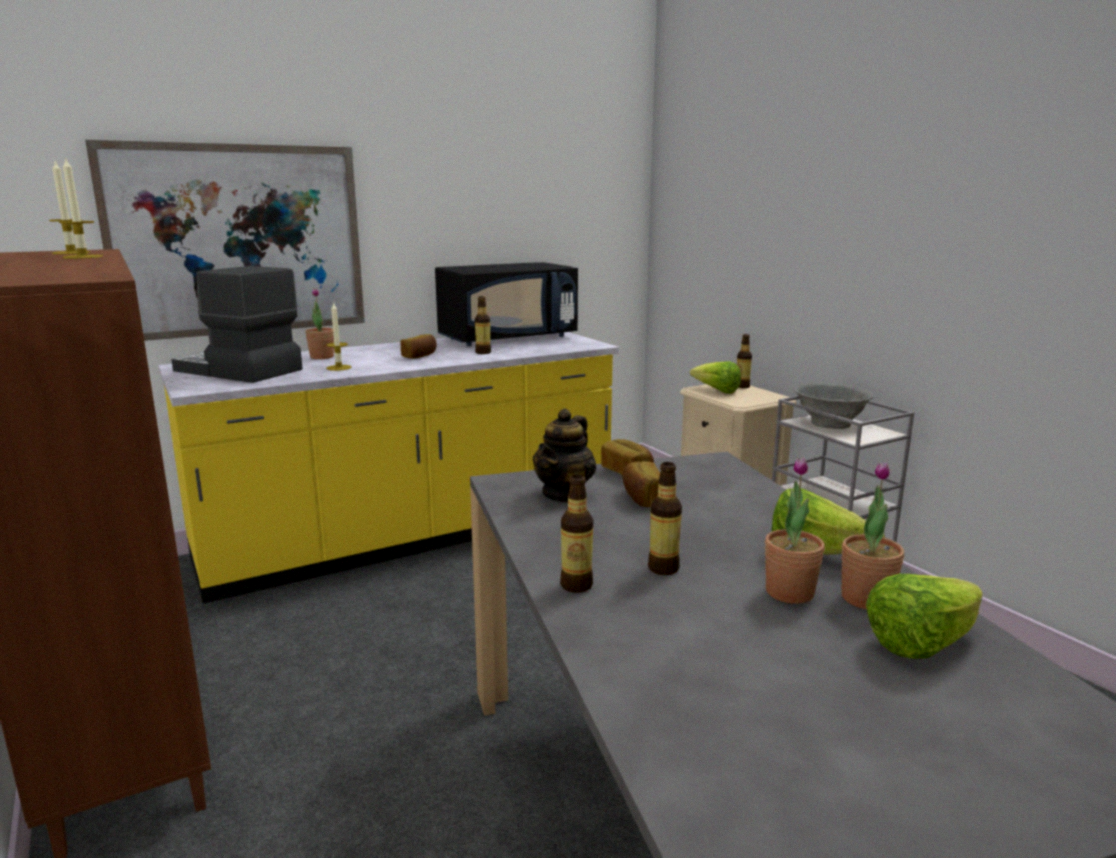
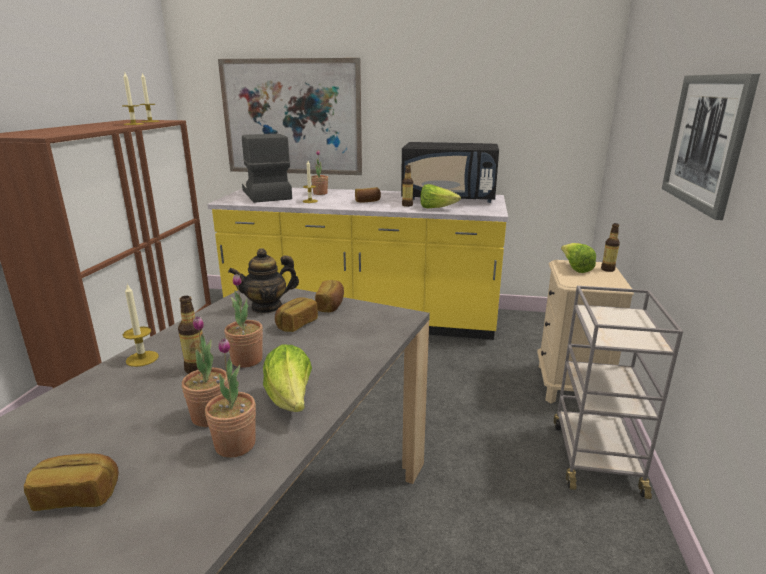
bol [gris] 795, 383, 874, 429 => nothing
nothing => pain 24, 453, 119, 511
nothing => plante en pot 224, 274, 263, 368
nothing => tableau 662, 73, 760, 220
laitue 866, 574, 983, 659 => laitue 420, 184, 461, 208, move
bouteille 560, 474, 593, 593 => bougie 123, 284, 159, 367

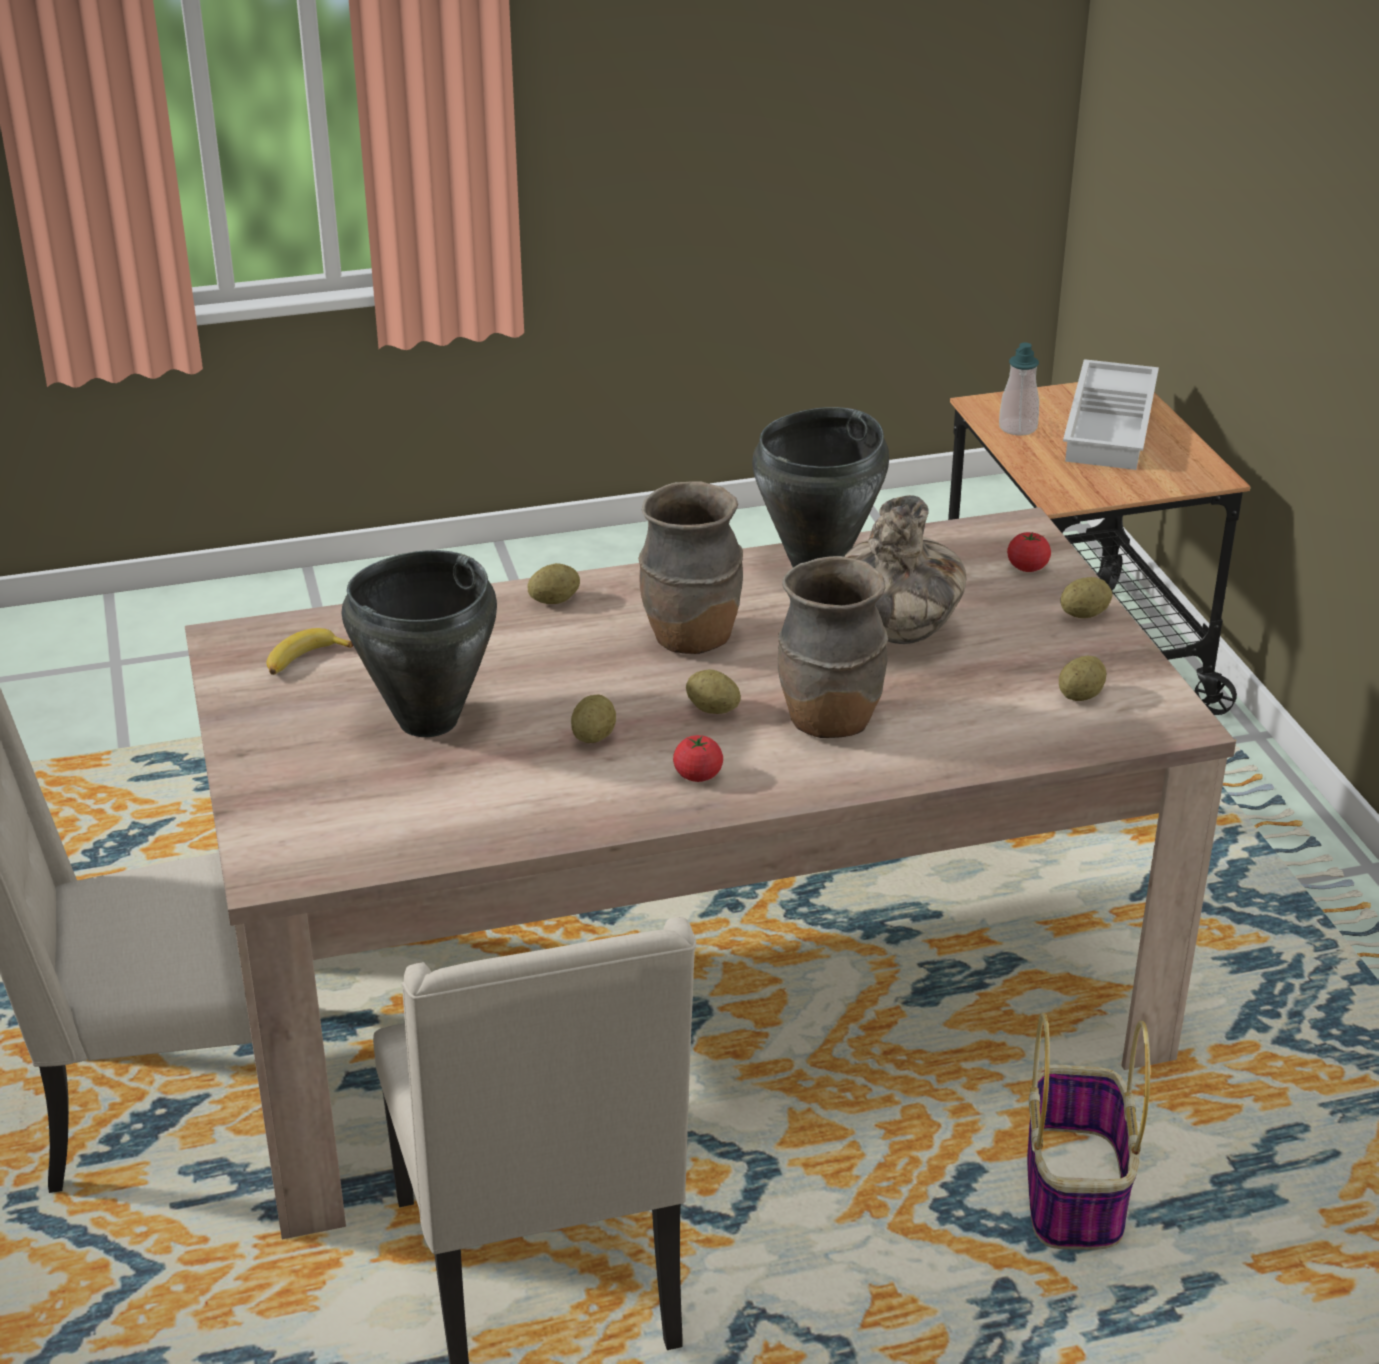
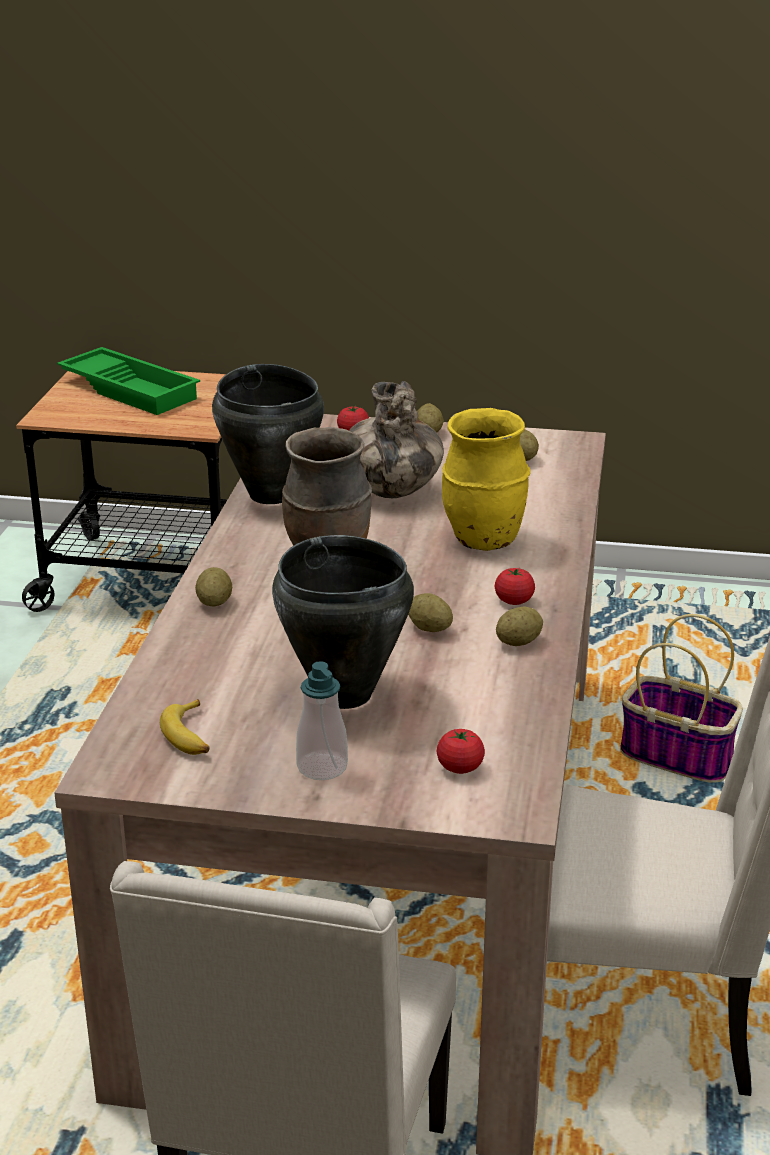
nothing => tomate 437, 729, 485, 774
pomme de terre 686, 669, 741, 714 => pomme de terre 496, 606, 543, 646, move
distributeur de savon 999, 342, 1039, 436 => distributeur de savon 296, 661, 348, 780, move
vase [marron] 778, 556, 888, 738 => vase [jaune] 442, 408, 531, 551
plateau [blanc] 1063, 359, 1159, 470 => plateau [vert] 57, 347, 200, 415

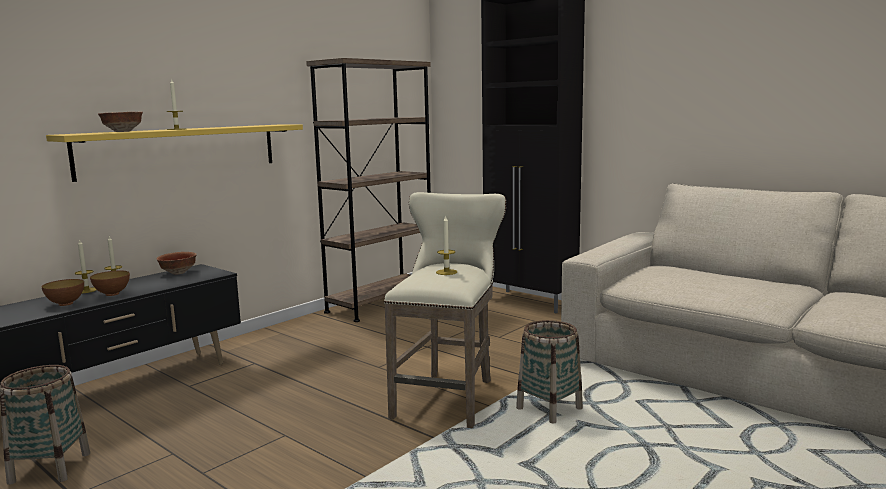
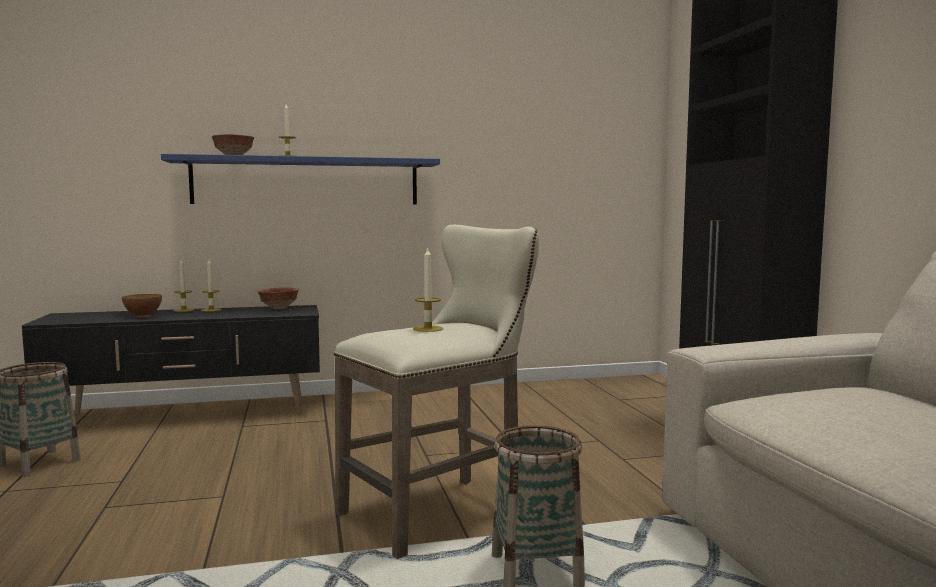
bol 90, 271, 130, 296 => nothing
bibliothèque [marron] 306, 58, 431, 322 => nothing
étagère [jaune] 46, 124, 303, 182 => étagère [bleu] 161, 154, 440, 205

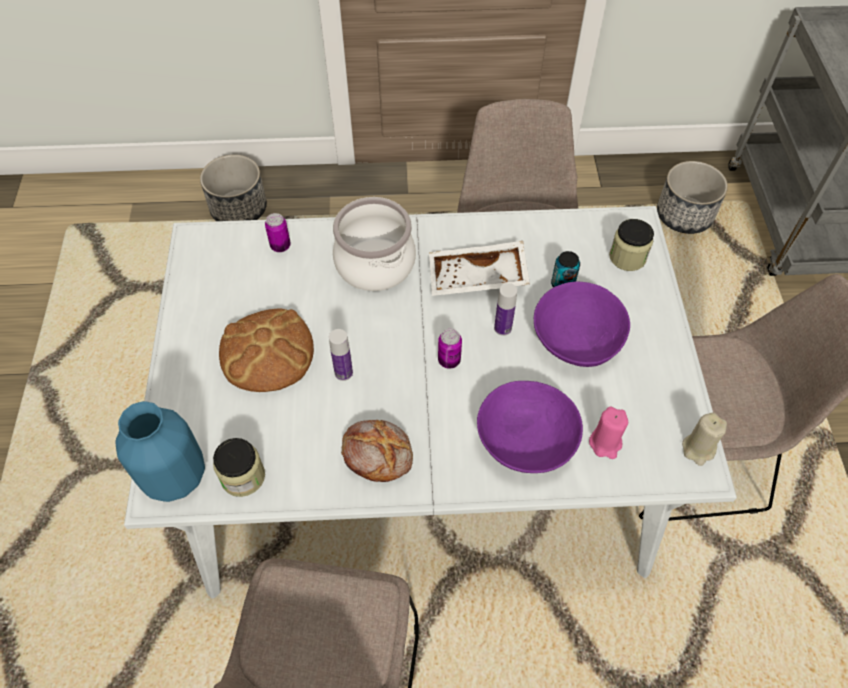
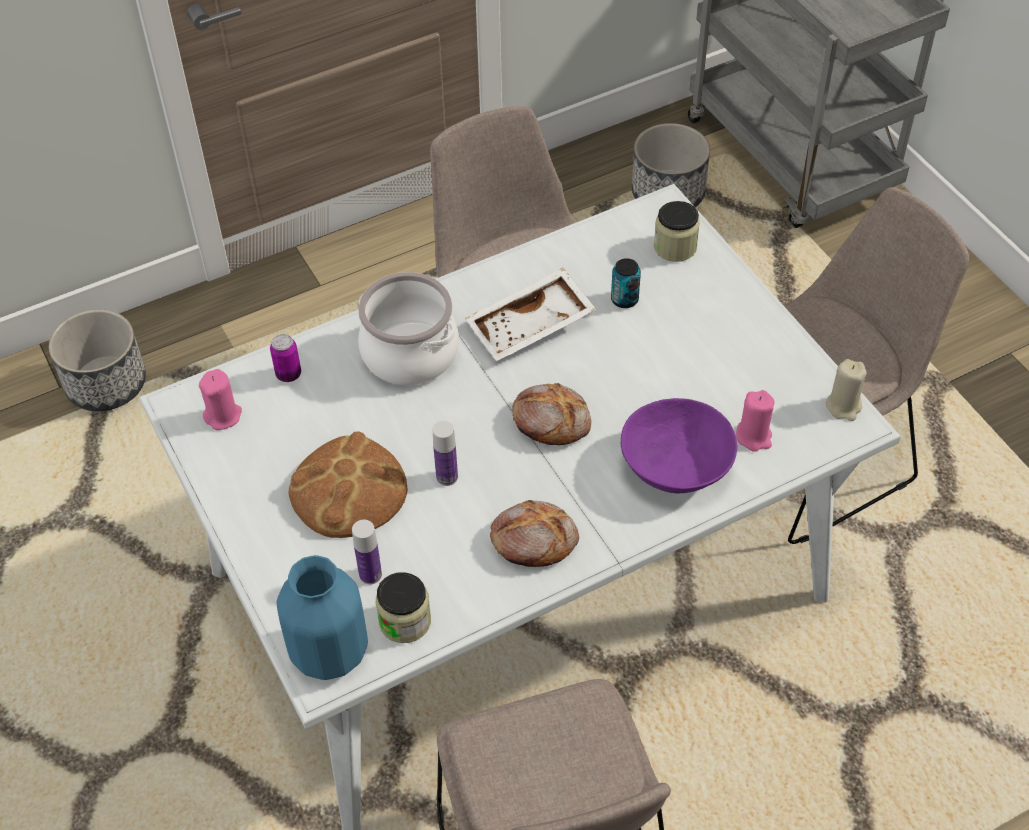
bol [violet] 534, 282, 630, 367 => nothing
nothing => bougie [rose] 199, 369, 242, 430
bouteille 494, 283, 517, 336 => bouteille 352, 520, 382, 585, move
boîte métallique 438, 329, 462, 369 => pain 512, 383, 591, 445

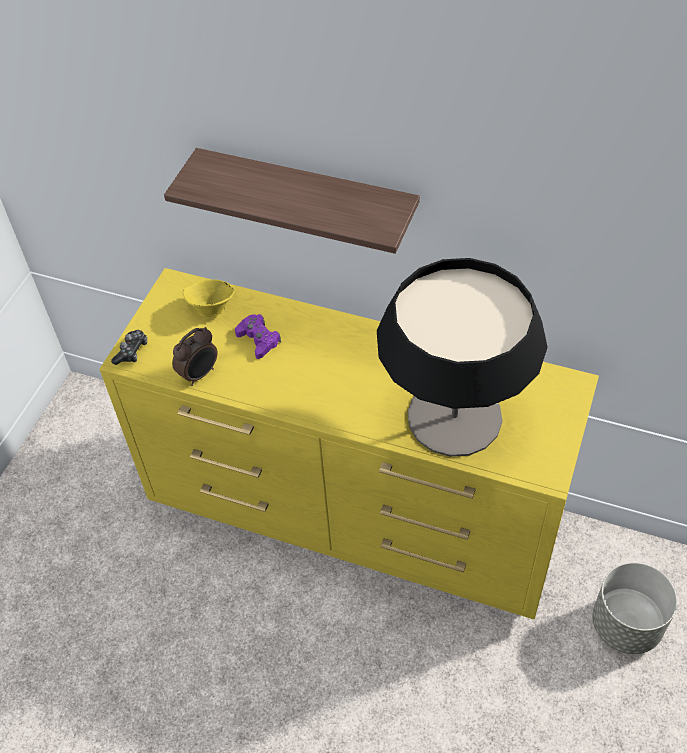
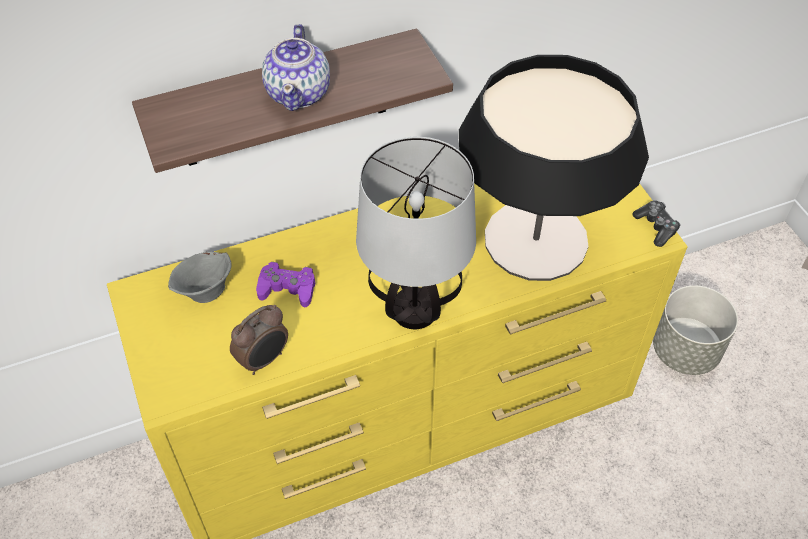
nothing => théière 262, 24, 330, 111
nothing => lampe de table 356, 137, 476, 329
manette 111, 330, 147, 365 => manette 632, 200, 681, 247, move
bol [jaune] 182, 280, 235, 317 => bol [gris] 168, 252, 231, 303
réveil 172, 327, 217, 386 => réveil 230, 305, 288, 375, 45 degrees clockwise

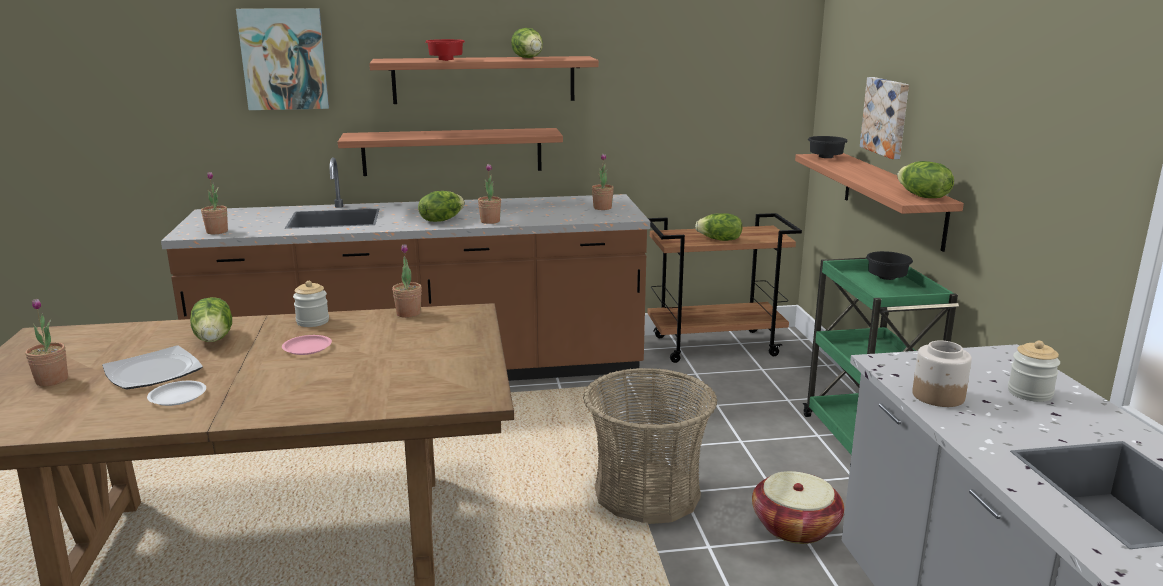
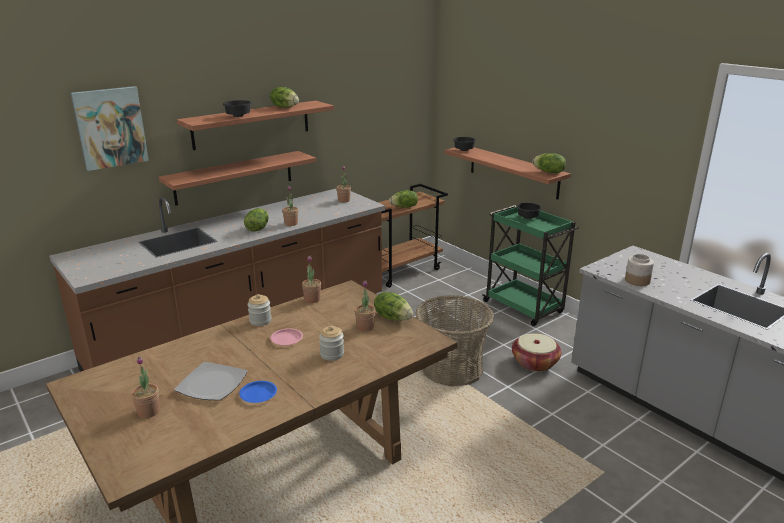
tableau 860, 77, 909, 159 => nothing
laitue 190, 297, 232, 342 => laitue 374, 292, 413, 321, move
plante en pot 201, 172, 228, 234 => plante en pot 355, 280, 376, 331, move
bocal 1008, 341, 1060, 402 => bocal 319, 326, 344, 361, move
assiette [blanc] 147, 381, 206, 406 => assiette [bleu] 239, 381, 277, 403
bol [rouge] 425, 39, 465, 61 => bol [noir] 223, 100, 252, 117

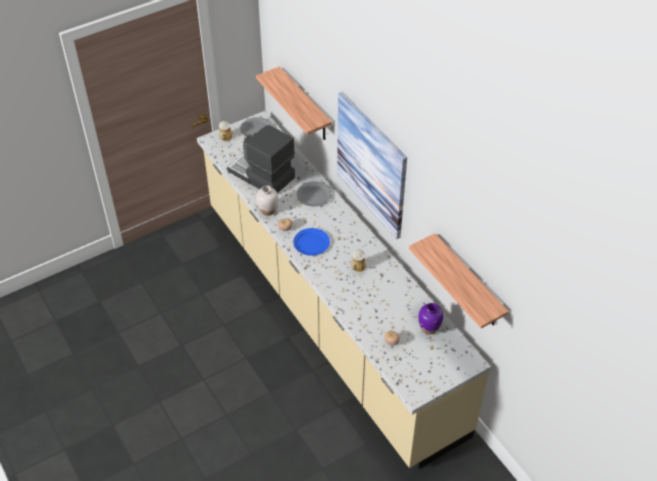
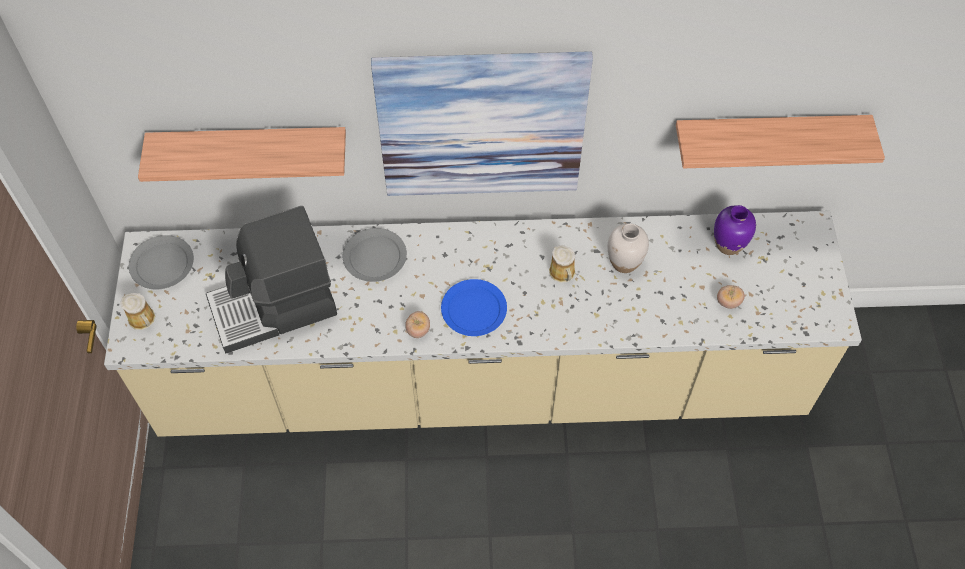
vase [blanc] 256, 185, 278, 216 => vase [blanc] 608, 223, 649, 273, move

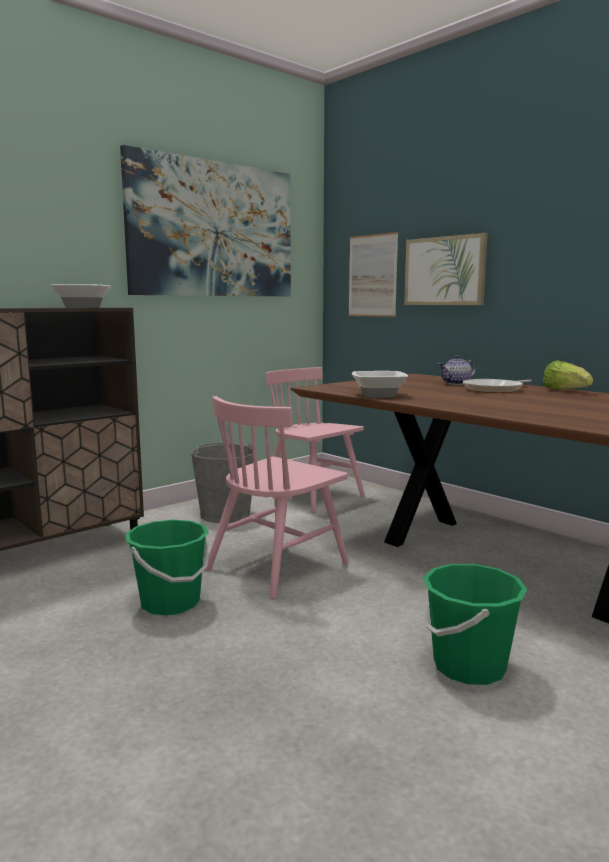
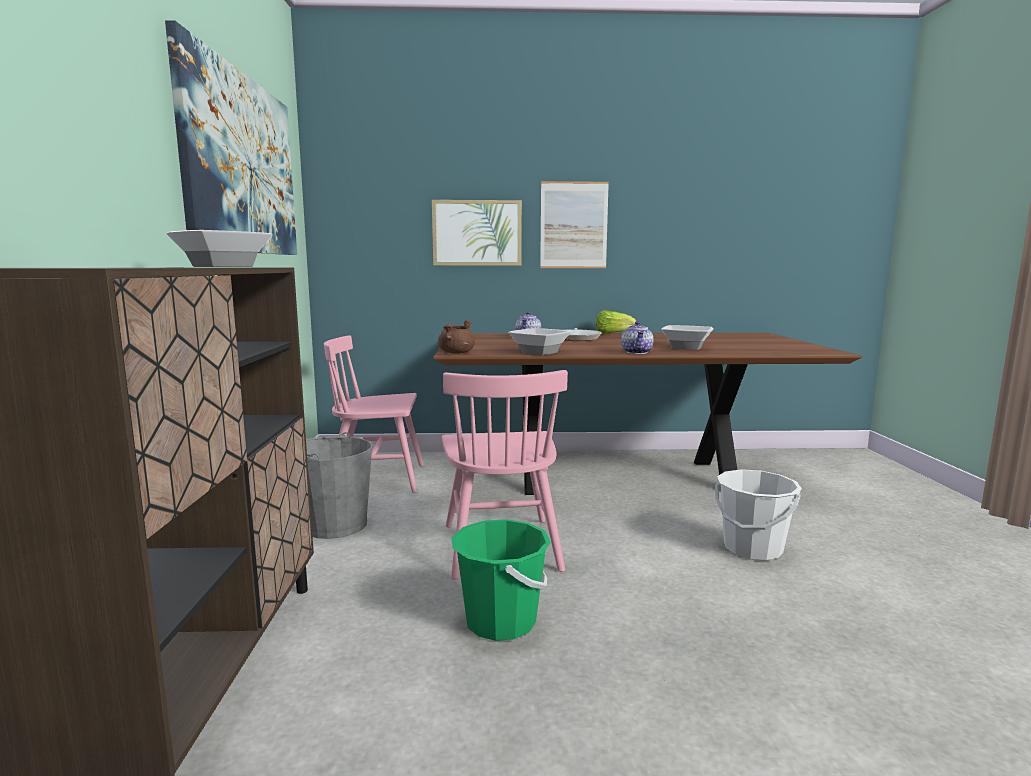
nothing => marmite [marron] 438, 320, 475, 354
nothing => théière 621, 321, 654, 354
nothing => bol 661, 325, 714, 350
tableau 348, 232, 398, 317 => tableau 540, 181, 609, 268, move
seau [vert] 423, 564, 528, 685 => seau [blanc] 715, 469, 802, 561

